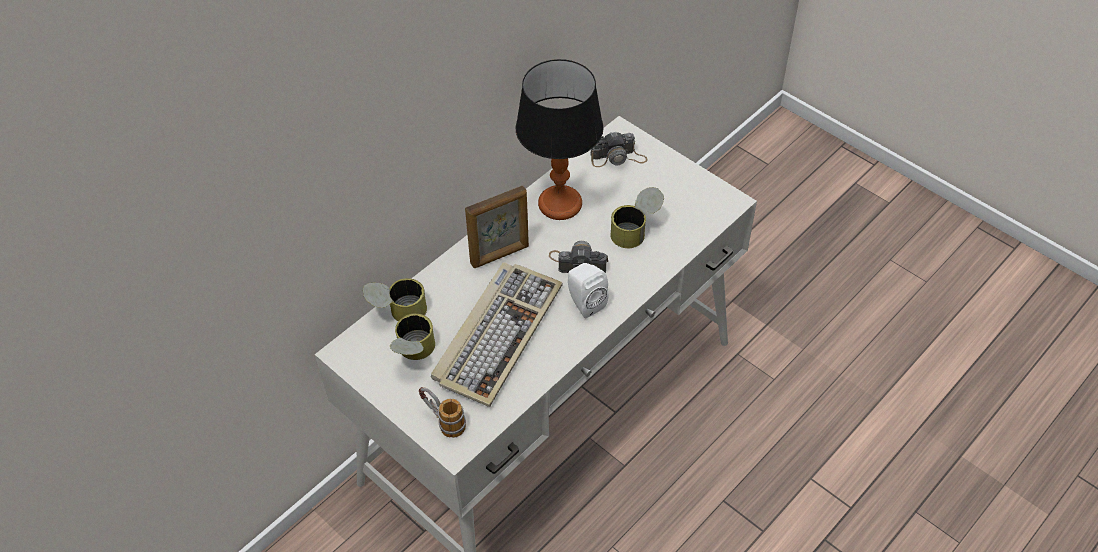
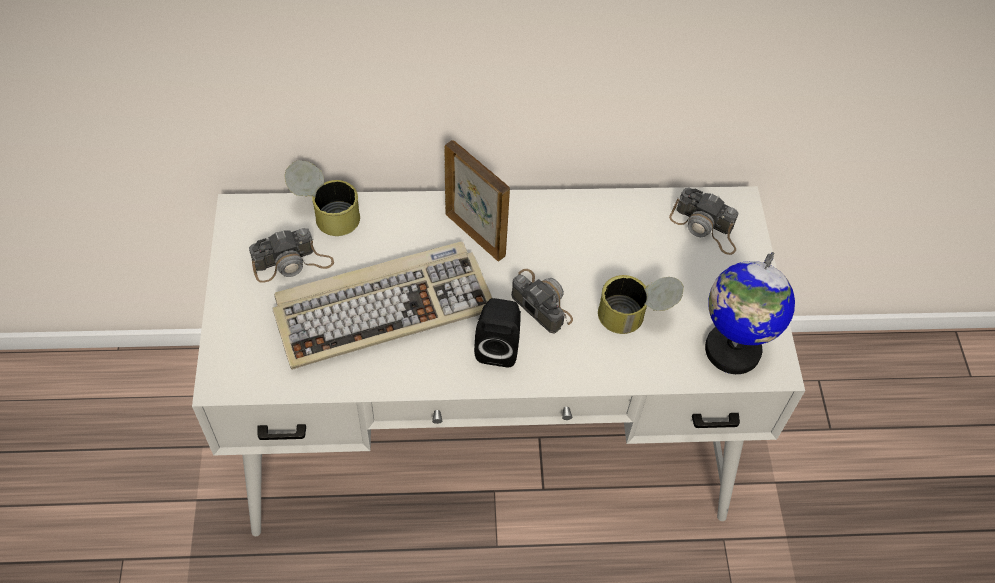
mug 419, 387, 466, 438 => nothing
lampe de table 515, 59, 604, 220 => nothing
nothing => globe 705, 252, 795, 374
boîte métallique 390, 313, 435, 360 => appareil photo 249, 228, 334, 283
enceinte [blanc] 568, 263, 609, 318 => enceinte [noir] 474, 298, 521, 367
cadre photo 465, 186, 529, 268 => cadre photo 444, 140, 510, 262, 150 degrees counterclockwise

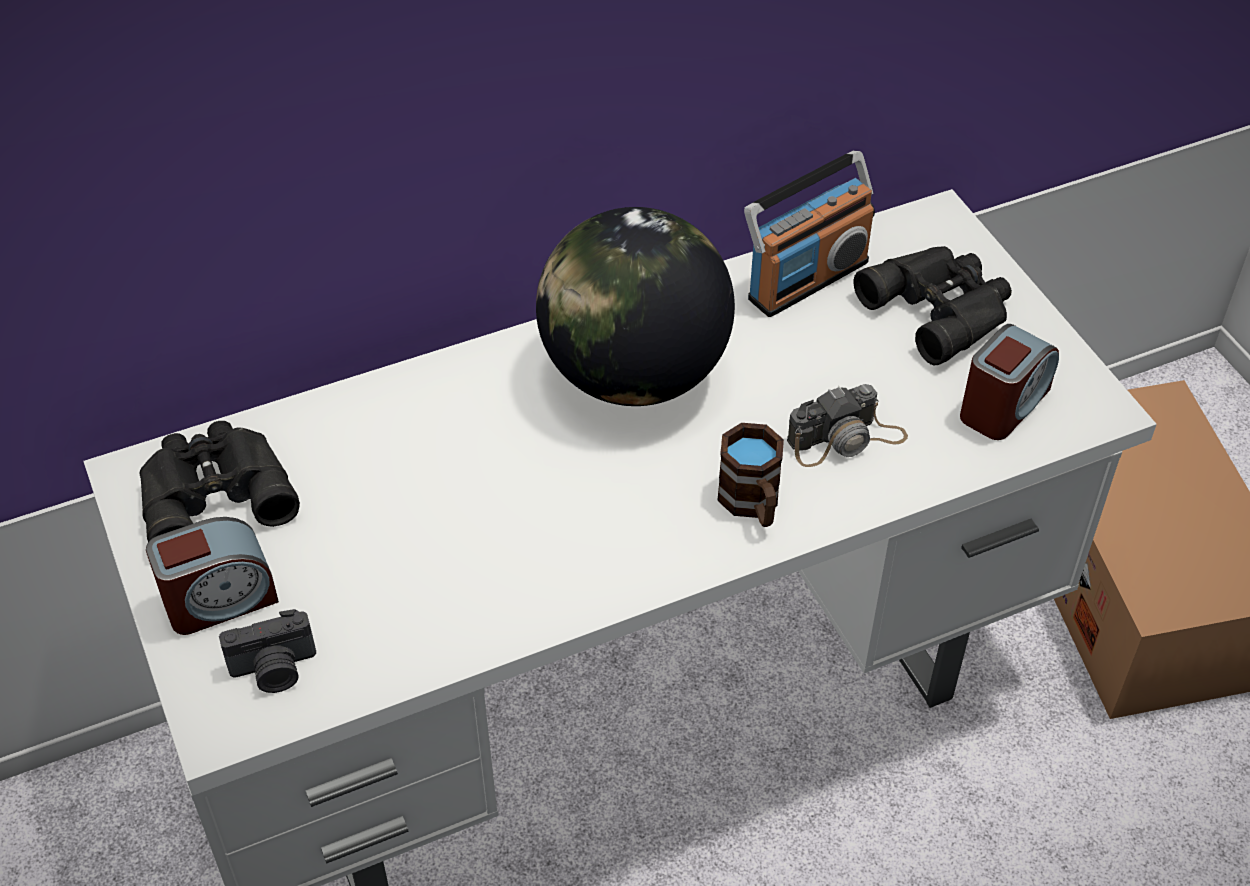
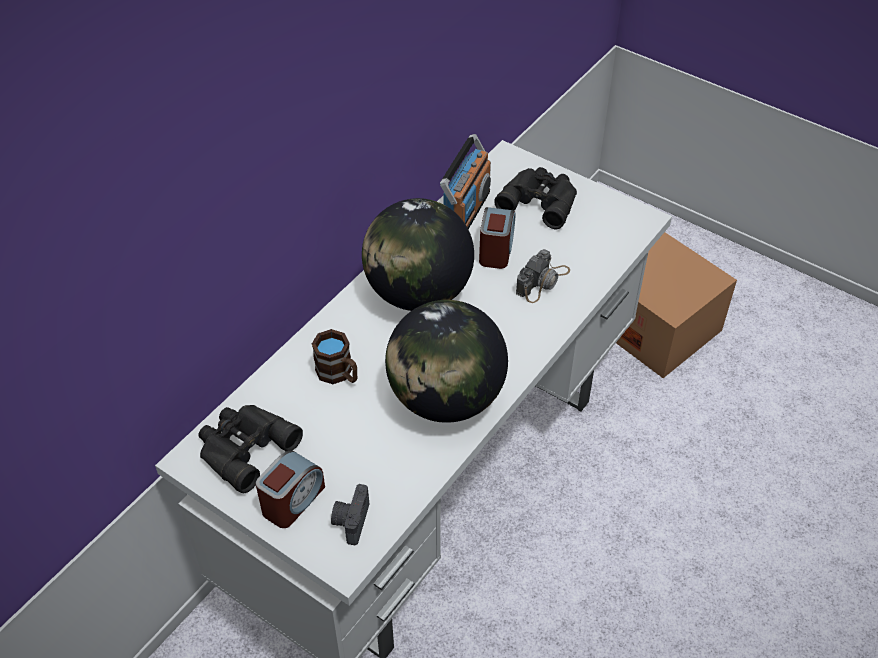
nothing => globe 385, 300, 508, 423
mug [marron] 717, 423, 784, 527 => mug [marron] 312, 329, 357, 384, move
réveil 960, 324, 1059, 440 => réveil 479, 207, 515, 269, move
appareil photo 219, 609, 316, 693 => appareil photo 331, 484, 369, 545, 150 degrees clockwise

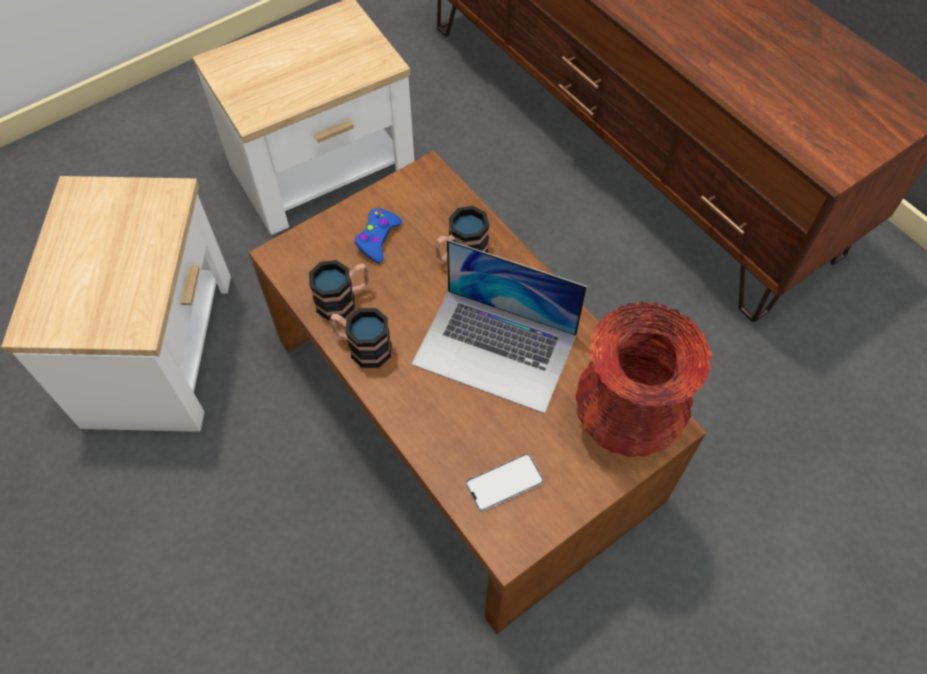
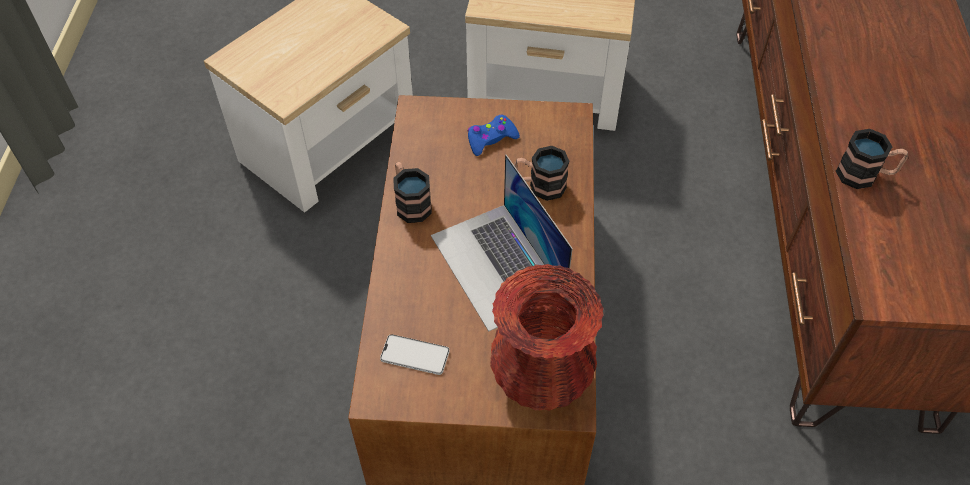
mug 309, 260, 369, 321 => mug 836, 129, 908, 189, move

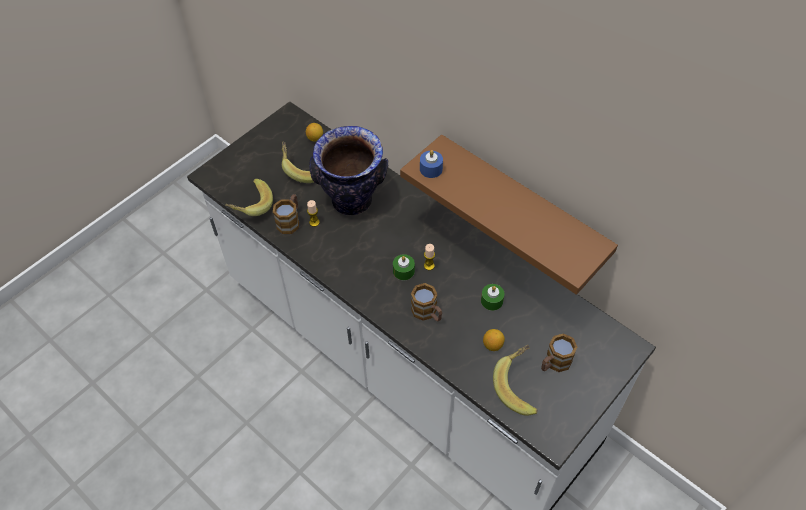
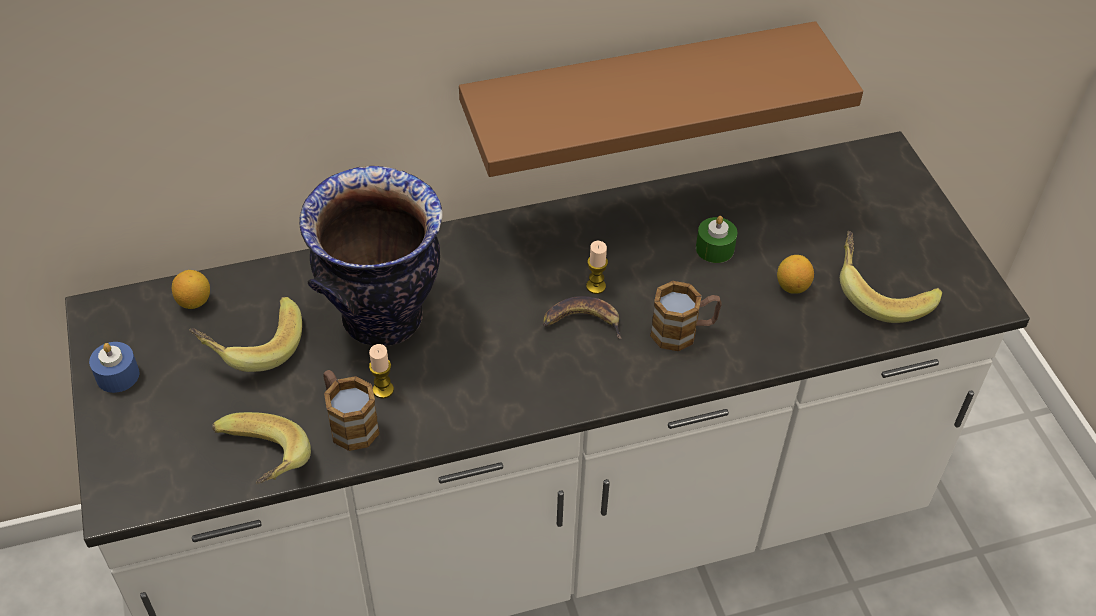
mug 541, 333, 577, 372 => nothing
bougie [bleu] 420, 150, 443, 178 => bougie [bleu] 89, 342, 140, 393, move
bougie [vert] 393, 254, 415, 280 => banane 543, 296, 621, 339

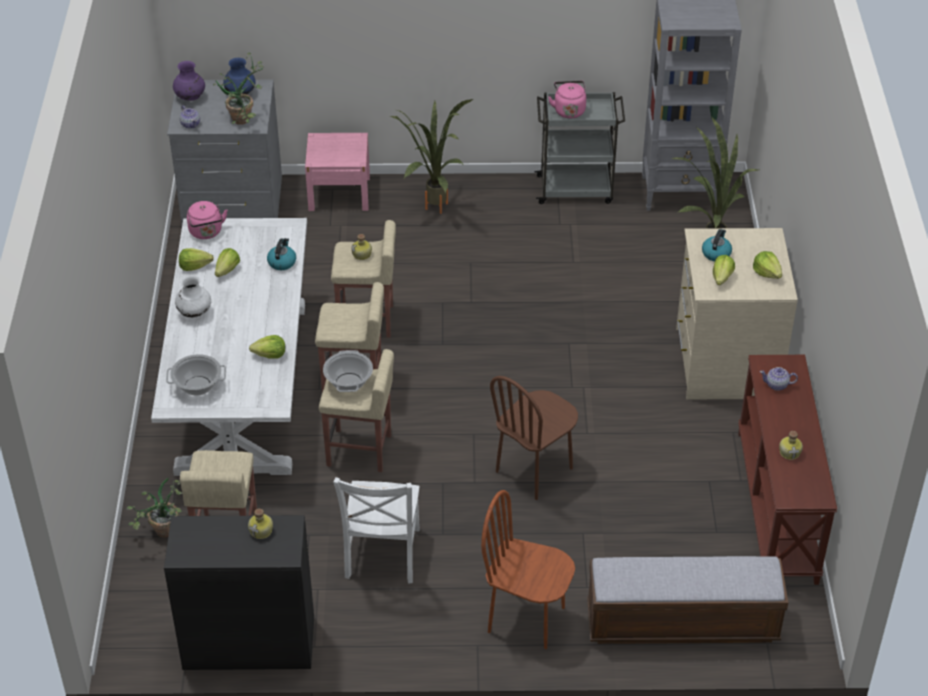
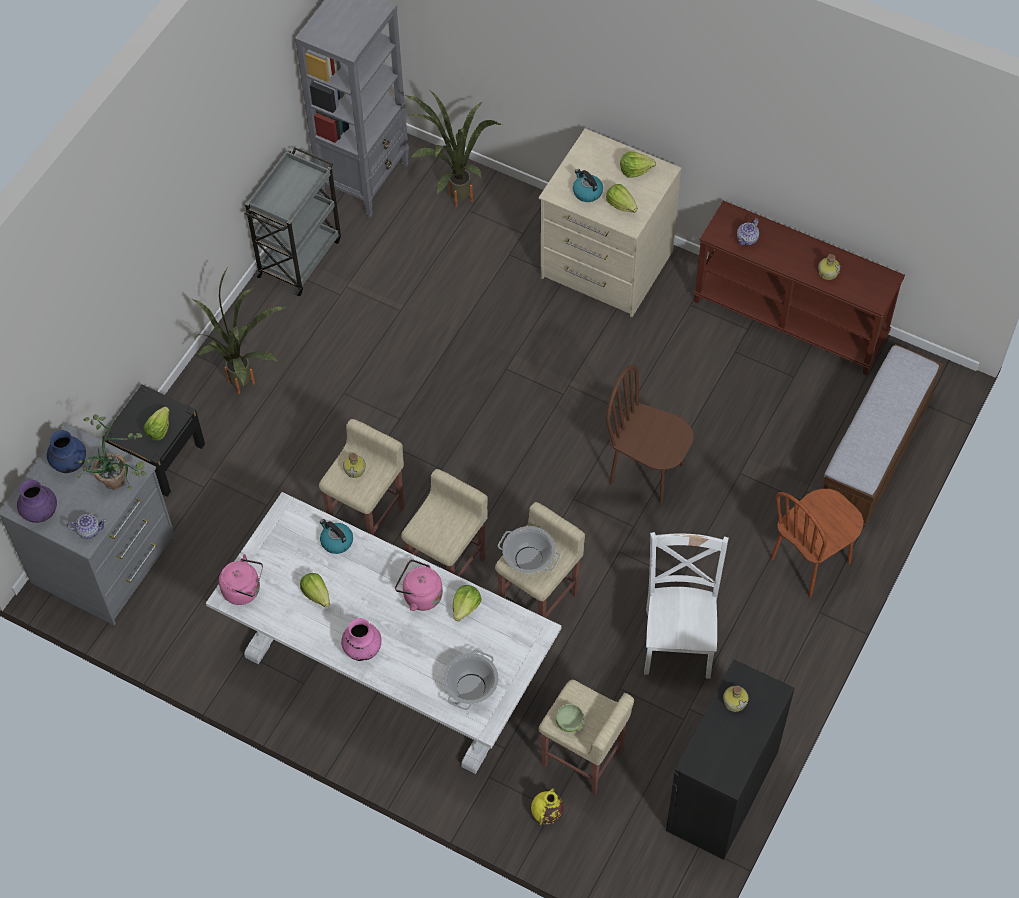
nothing => bol [vert] 556, 704, 584, 732
laitue 179, 248, 214, 271 => laitue 144, 407, 169, 441, move
bouilloire [rose] 548, 81, 586, 118 => bouilloire [rose] 395, 559, 443, 611, move
plante en pot 126, 478, 182, 538 => vase [jaune] 531, 788, 564, 826
vase [blanc] 175, 275, 211, 318 => vase [rose] 341, 618, 382, 661
table de chevet [rose] 305, 133, 370, 211 => table de chevet [noir] 102, 384, 205, 497
chaise [blanc] 333, 477, 420, 584 => chaise [blanc] 644, 532, 729, 679, 120 degrees counterclockwise
chaise [marron] 490, 376, 578, 500 => chaise [marron] 606, 365, 694, 505, 135 degrees clockwise

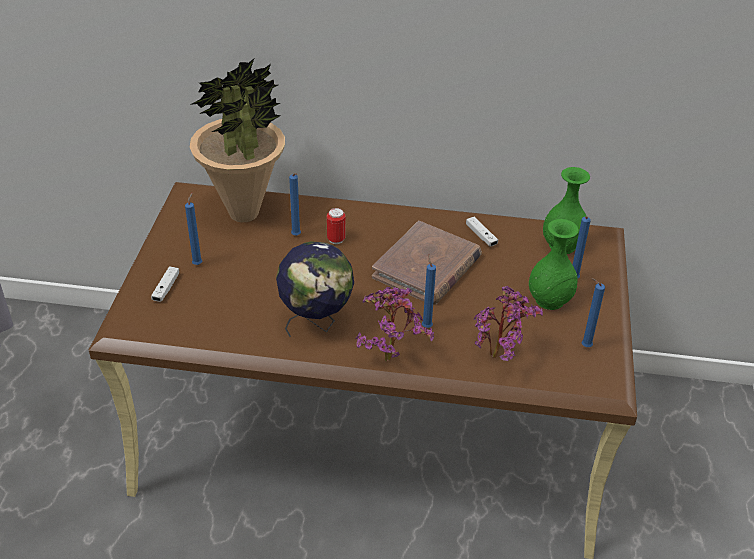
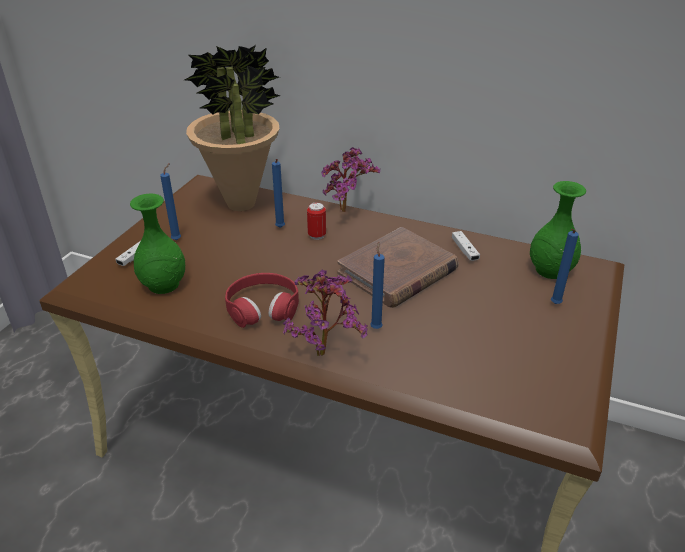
bougie [bleu] 581, 278, 605, 347 => nothing
plante en pot 474, 286, 543, 361 => plante en pot 321, 147, 380, 212, move
vase [vert] 529, 219, 579, 310 => vase [vert] 130, 193, 185, 294, move
globe 276, 241, 354, 337 => casque audio [rouge] 225, 273, 299, 328

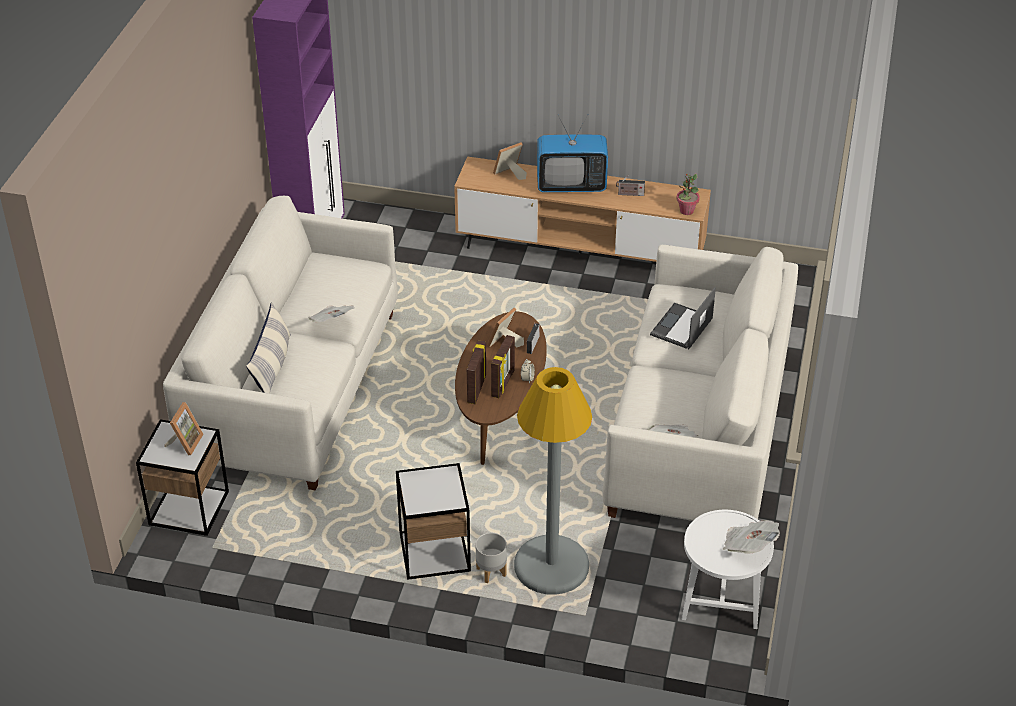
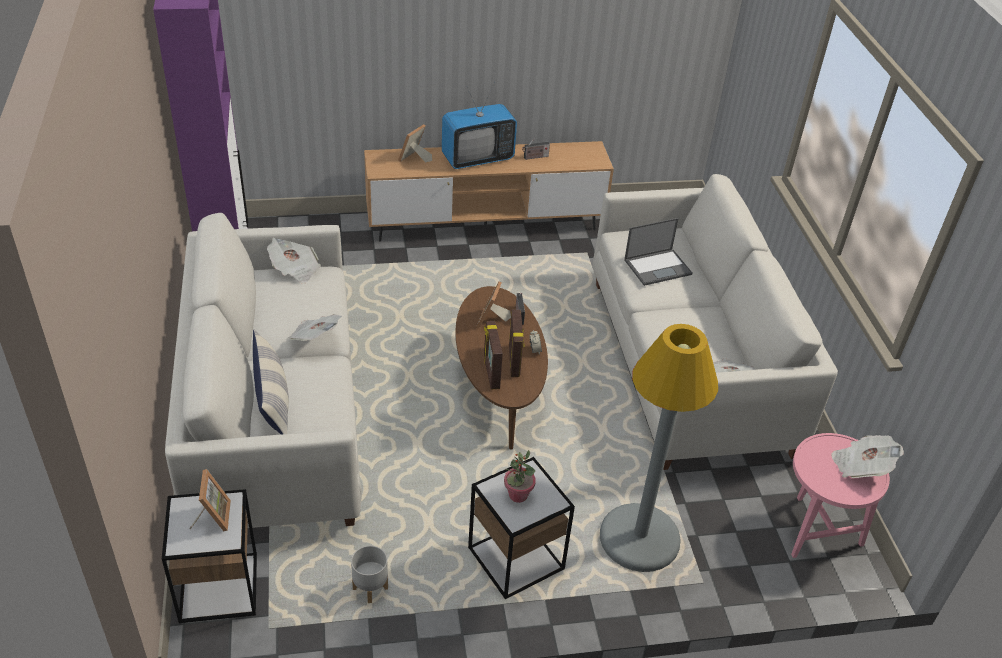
nothing => journal 267, 238, 321, 284
cache-pot [gris] 476, 533, 507, 583 => cache-pot [gris] 351, 545, 388, 603, move
plante en pot 677, 174, 700, 215 => plante en pot 504, 450, 536, 503, move
table d'appoint [blanc] 682, 510, 774, 629 => table d'appoint [rose] 791, 433, 890, 558
ordinateur portable 650, 287, 716, 349 => ordinateur portable 624, 218, 693, 286, 120 degrees counterclockwise

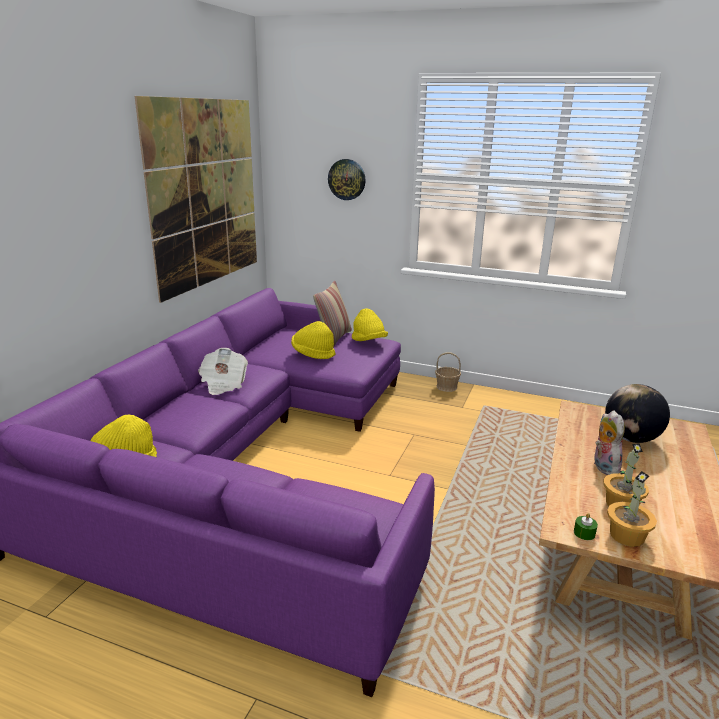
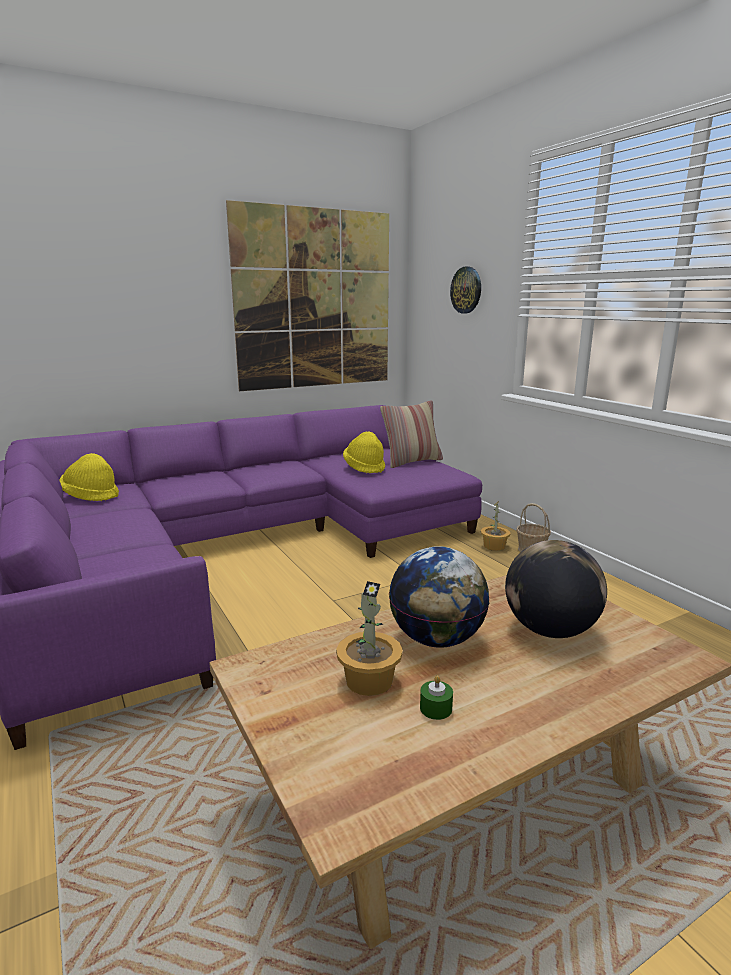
journal 198, 348, 248, 395 => nothing
chapeau [jaune] 352, 308, 388, 341 => nothing
bougie [vert] 574, 513, 598, 540 => bougie [vert] 420, 676, 453, 720, move
plante en pot 607, 471, 657, 547 => plante en pot 481, 501, 510, 551, move
peluche 594, 410, 625, 475 => globe 389, 546, 490, 648

